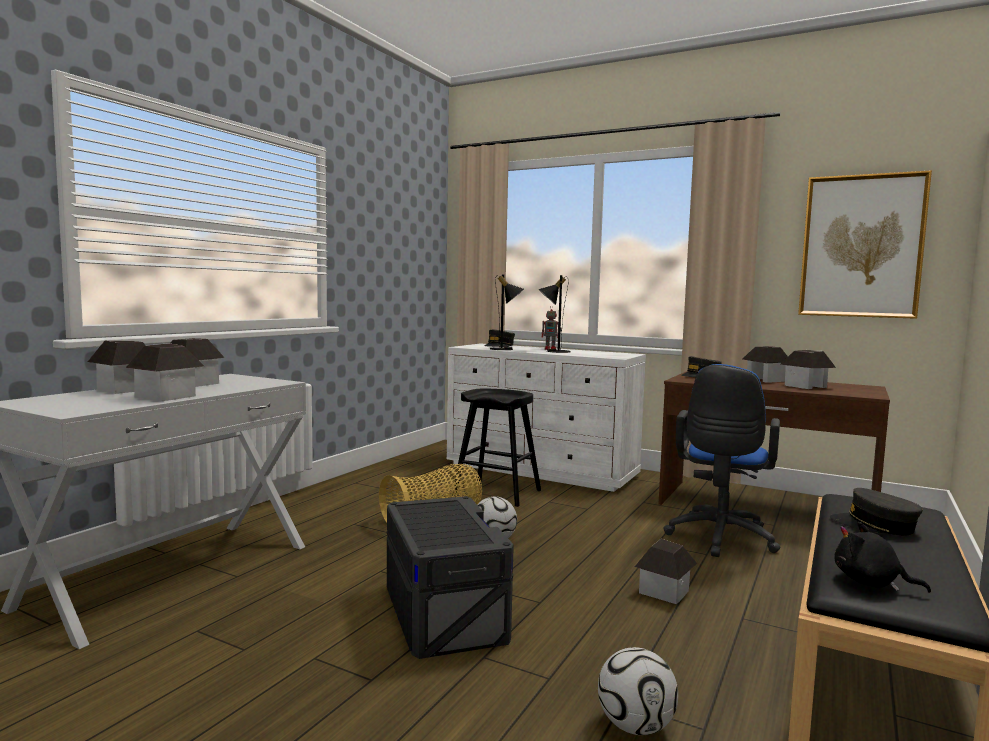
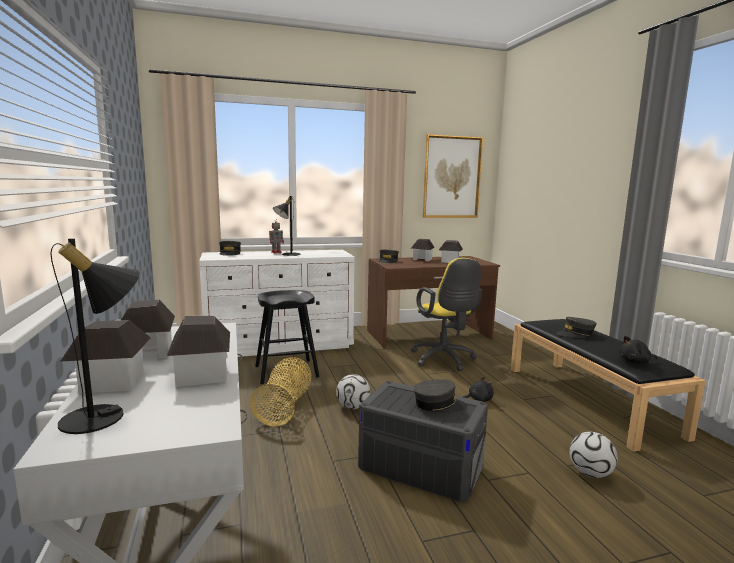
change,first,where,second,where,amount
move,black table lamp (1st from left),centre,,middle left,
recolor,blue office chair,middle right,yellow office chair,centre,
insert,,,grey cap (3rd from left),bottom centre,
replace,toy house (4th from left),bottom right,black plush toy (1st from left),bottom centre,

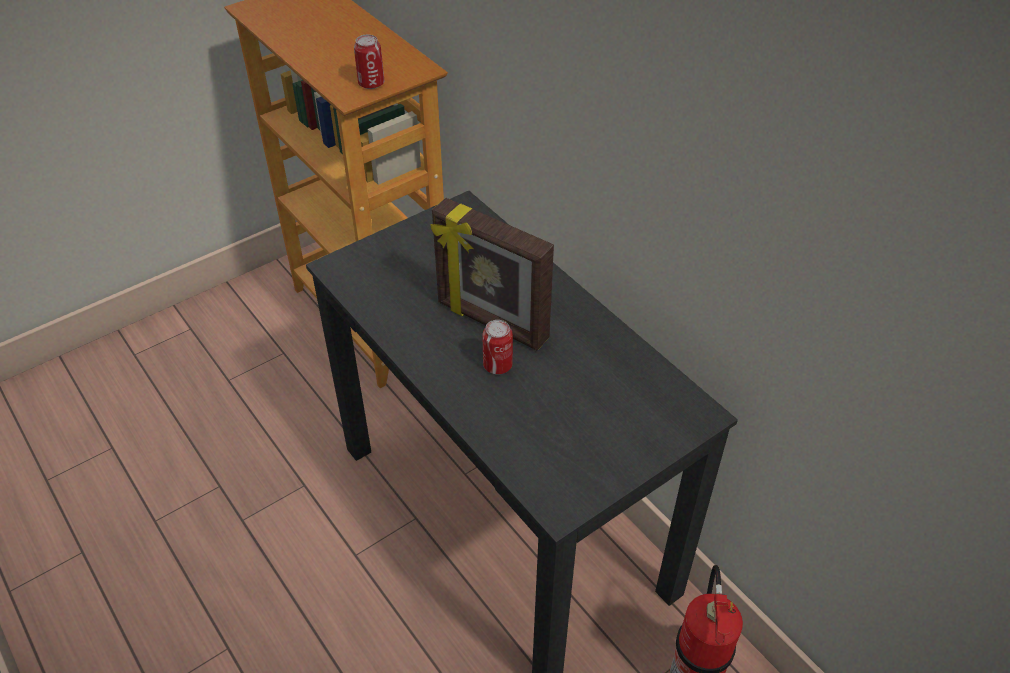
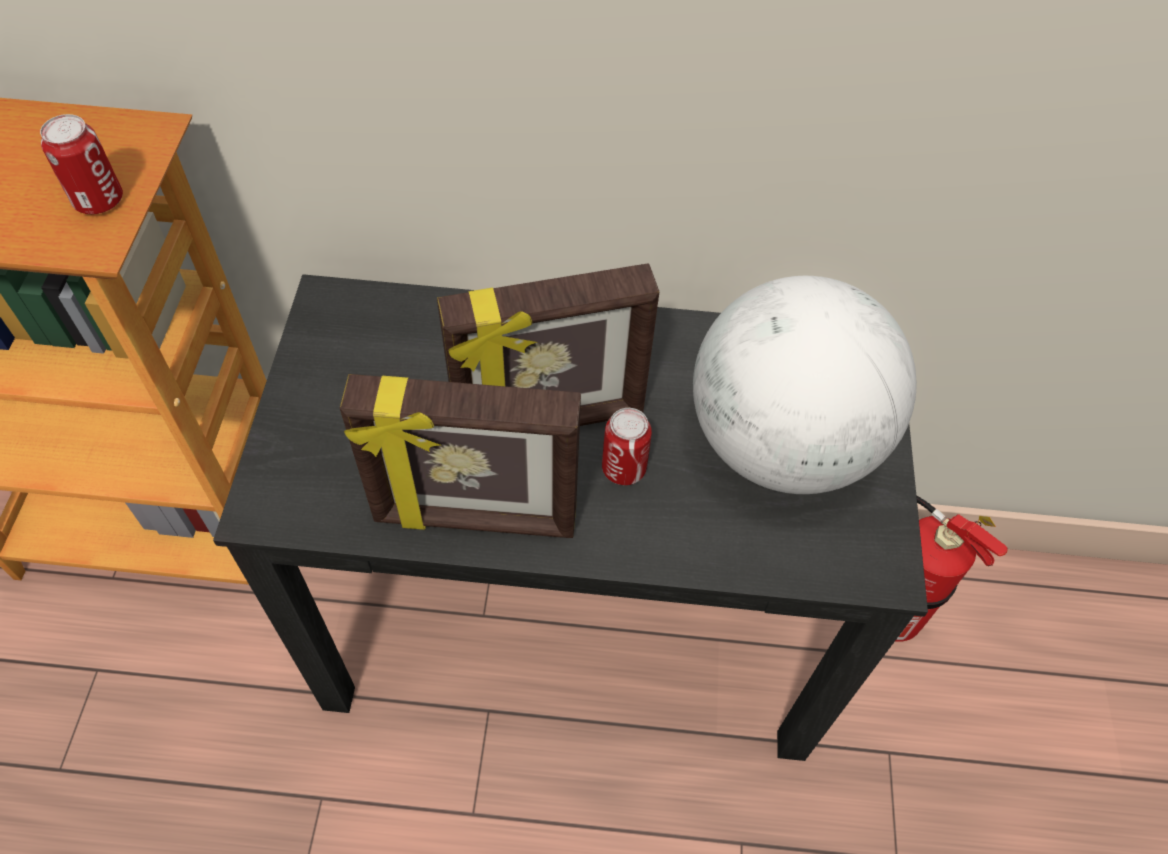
change,first,where,second,where,amount
insert,,,picture frame (1st from left),centre,
insert,,,globe,middle right,

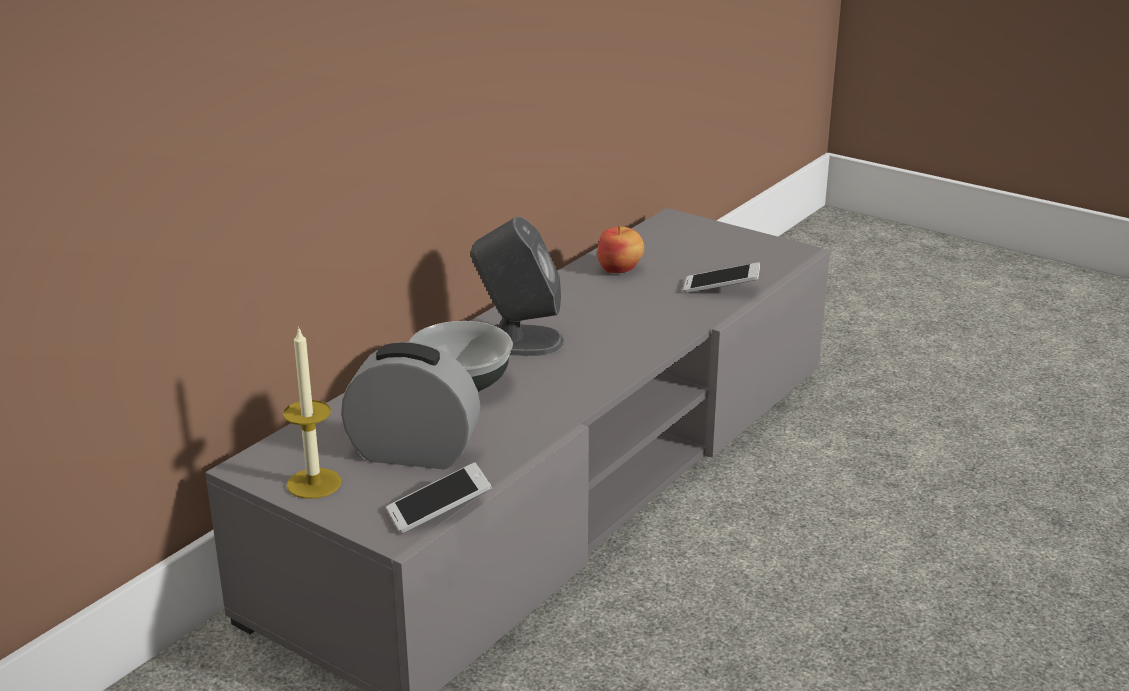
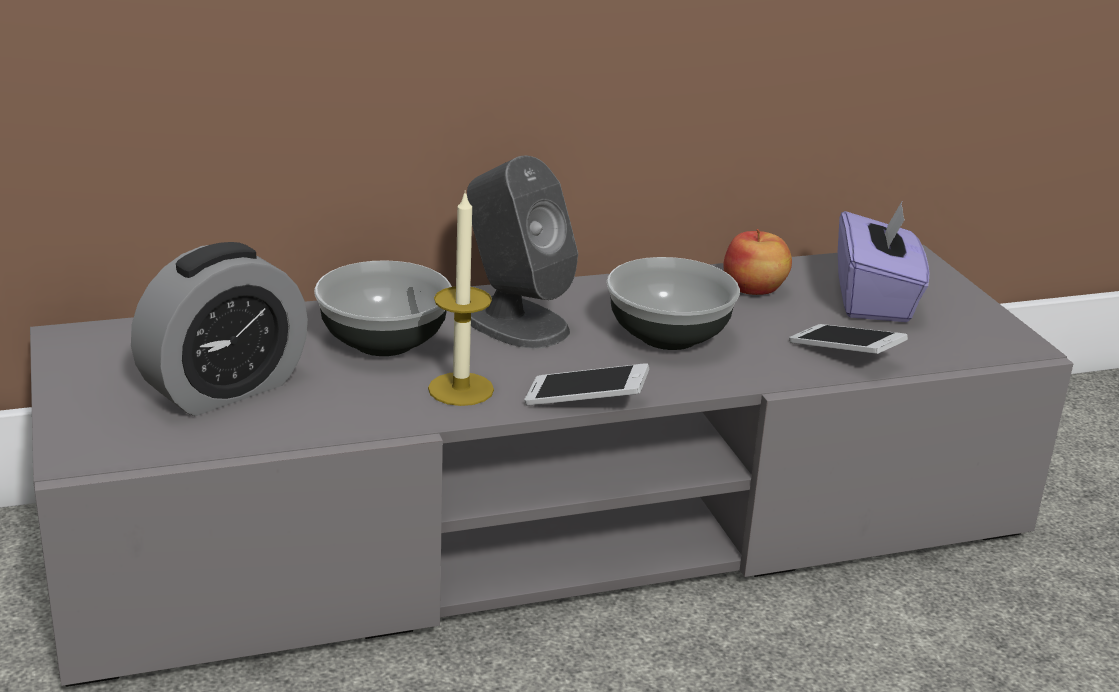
change,first,where,second,where,amount
rotate,alarm clock,centre,,middle left,90 degrees clockwise
move,candle,middle left,,centre,
move,phone (1st from left),bottom centre,,centre,
insert,,,bowl (2nd from left),centre,
insert,,,purple tissue box,middle right,

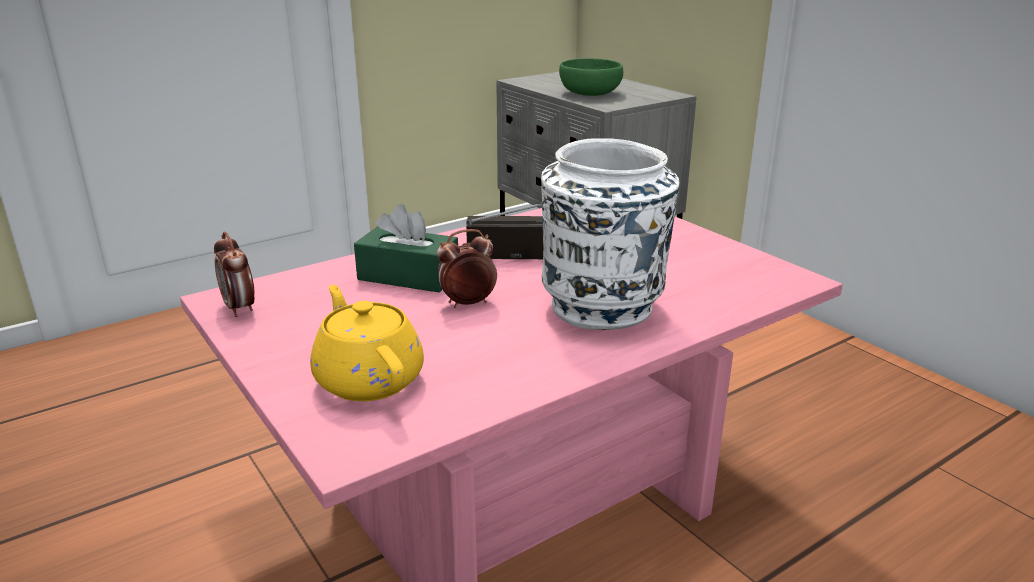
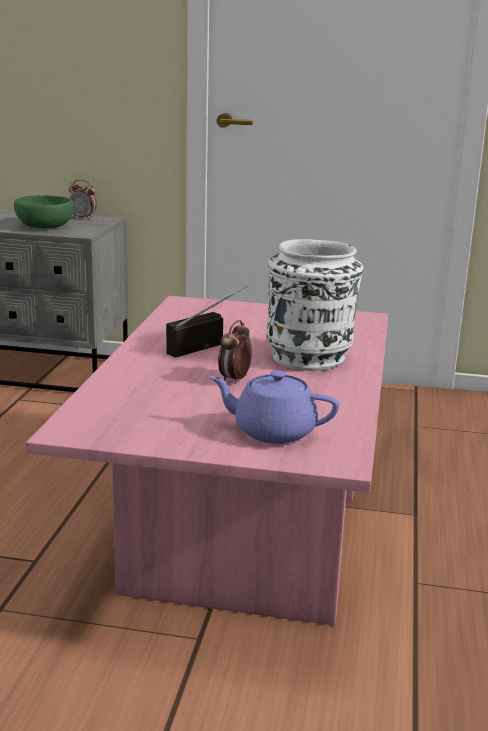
change,first,where,second,where,amount
move,alarm clock (1st from left),middle left,,top left,
recolor,yellow teapot,centre,purple teapot,centre,
delete,green tissue box,centre,,,

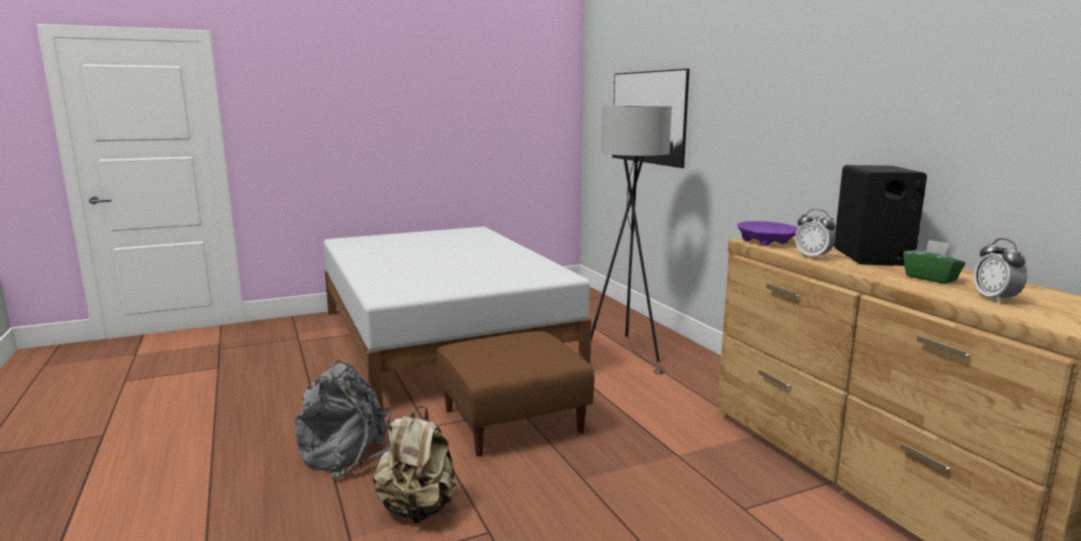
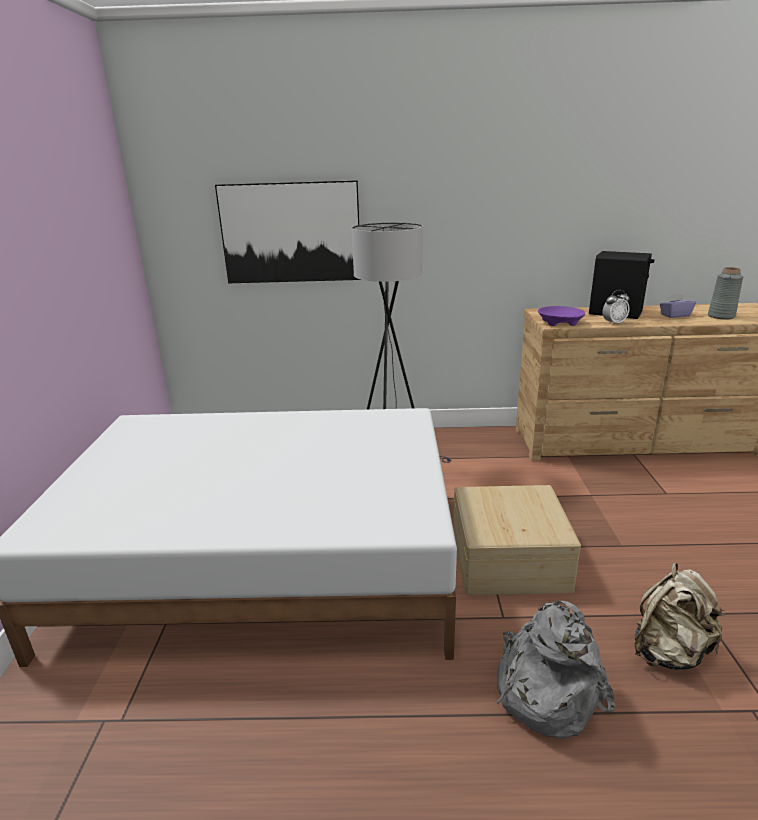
change,first,where,second,where,amount
replace,brown ottoman,bottom centre,beige storage box,middle right,
recolor,green tissue box,middle right,purple tissue box,middle right,
replace,alarm clock (2nd from left),middle right,grey vase,middle right,

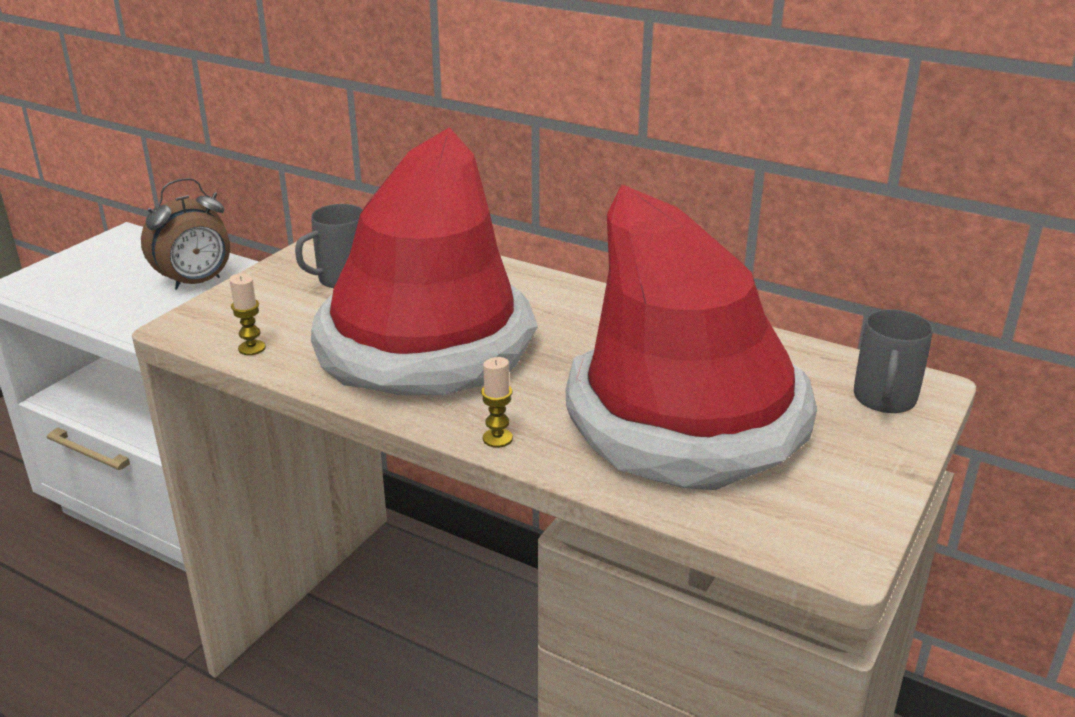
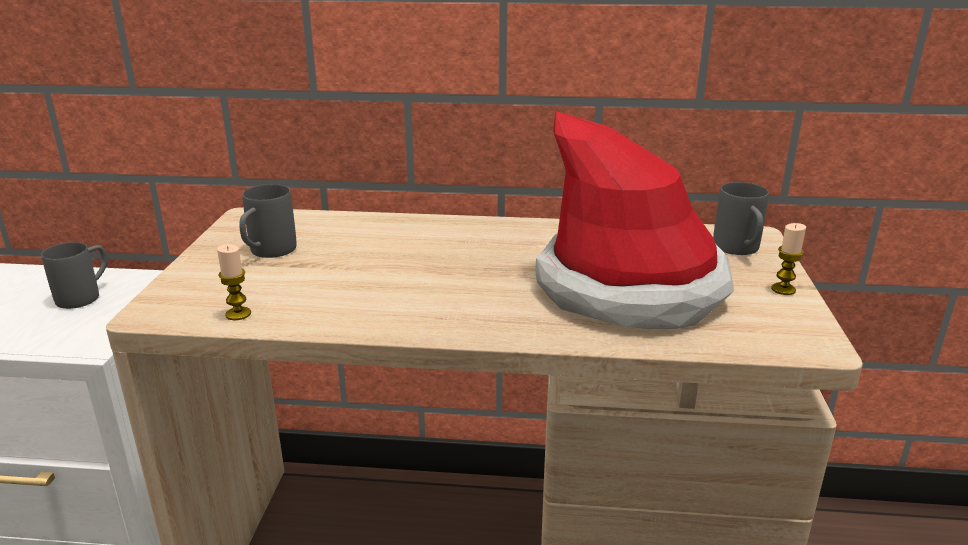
change,first,where,second,where,amount
replace,alarm clock,top left,grey mug (1st from left),middle left,
move,candle (2nd from left),centre,,middle right,
delete,hat (1st from left),centre,,,

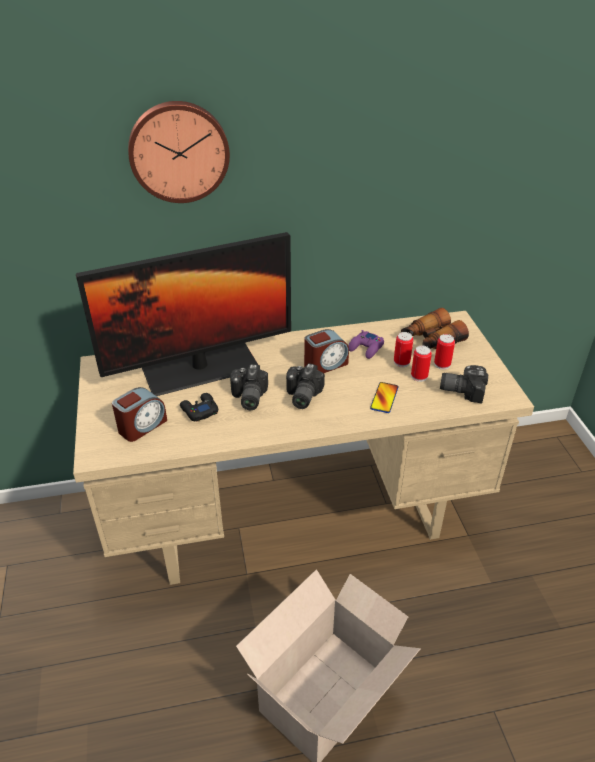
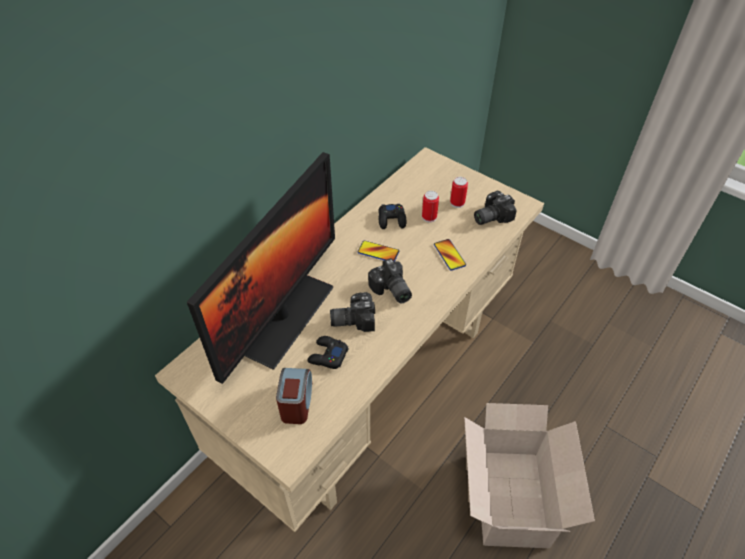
change,first,where,second,where,amount
rotate,photo camera (1st from left),centre,,centre,120 degrees clockwise
replace,alarm clock (2nd from left),centre,phone (1st from left),centre,
recolor,purple game controller,centre,black game controller (2nd from left),centre,
delete,wall clock,top left,,,
delete,binoculars,middle right,,,
delete,can (2nd from left),middle right,,,

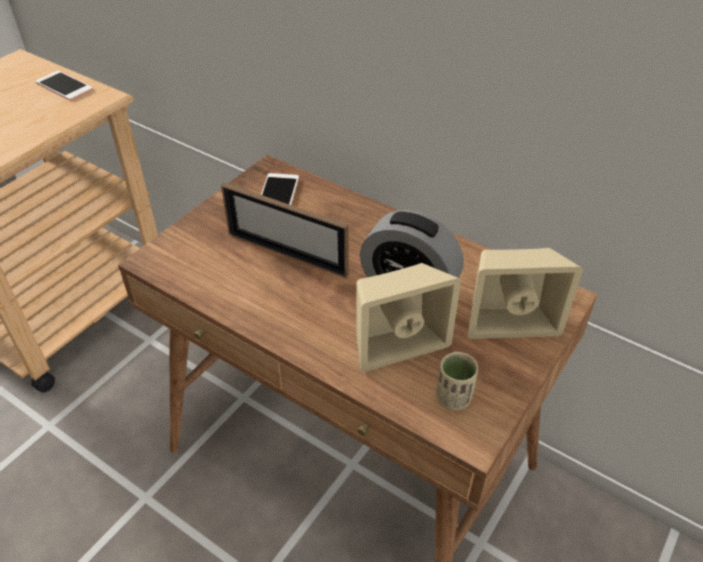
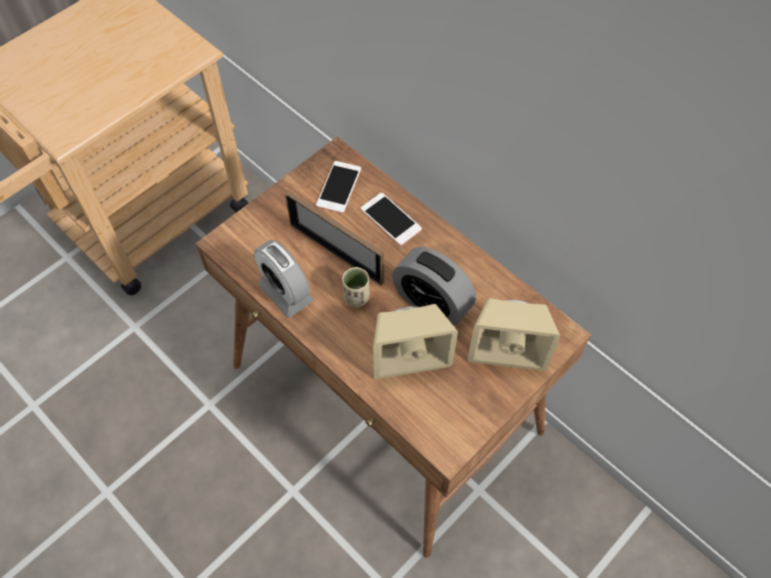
change,first,where,second,where,amount
insert,,,alarm clock (1st from left),centre,
move,beige cup,bottom centre,,centre,
move,phone (1st from left in the first image),top left,phone (2nd from left),centre,

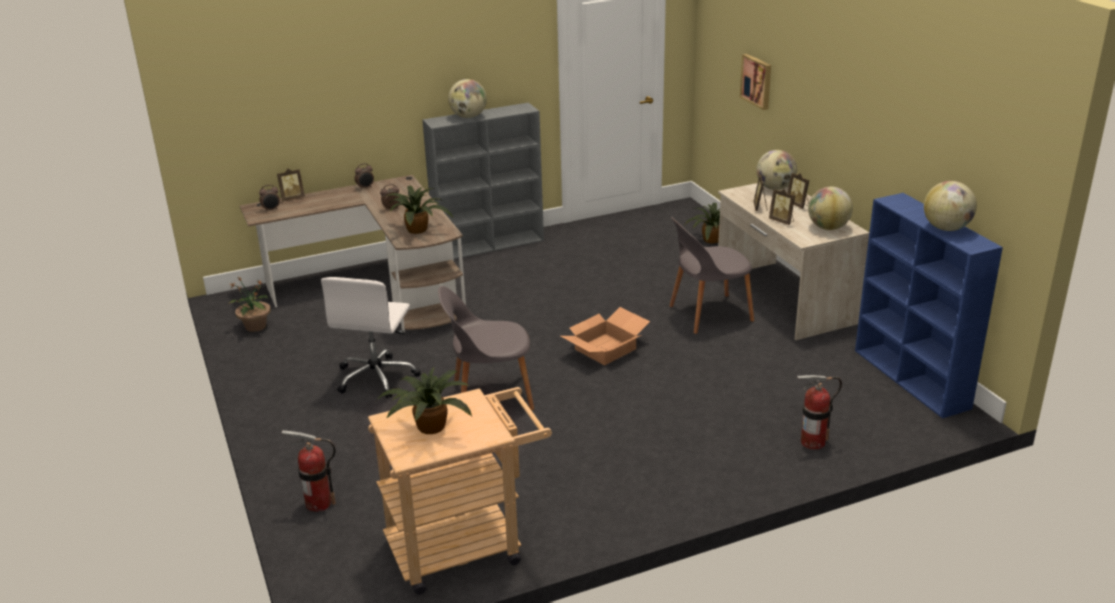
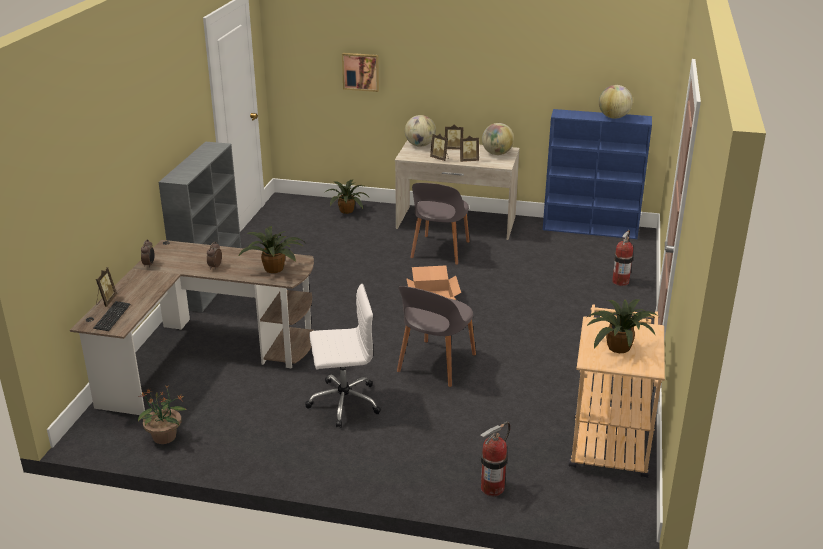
change,first,where,second,where,amount
replace,alarm clock (1st from left),top left,keyboard,middle left,
rotate,white office chair,middle left,,centre,60 degrees counterclockwise
delete,globe (1st from left),top centre,,,

